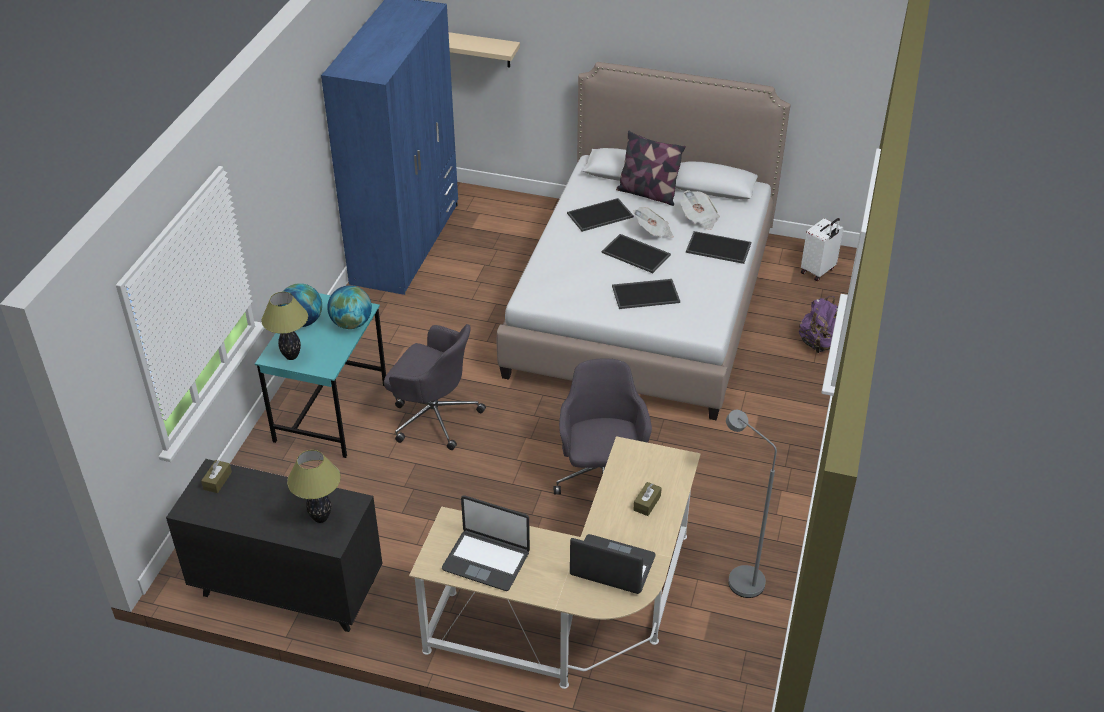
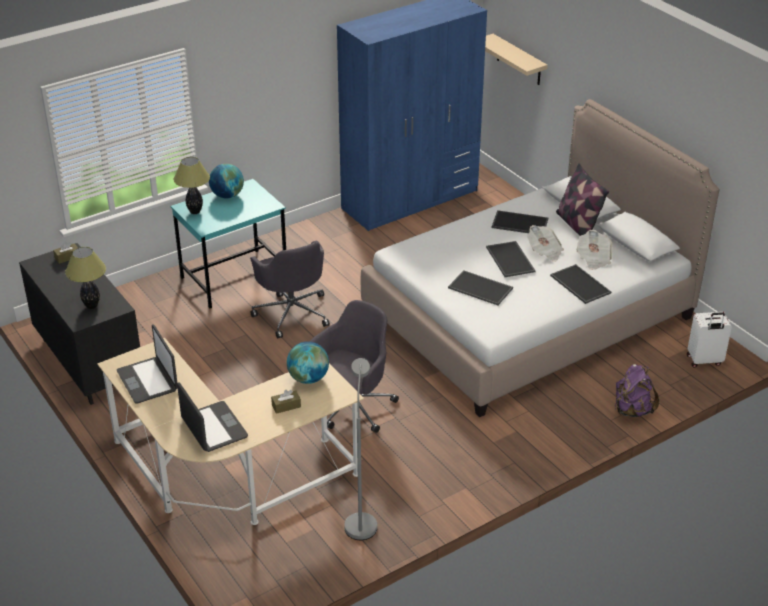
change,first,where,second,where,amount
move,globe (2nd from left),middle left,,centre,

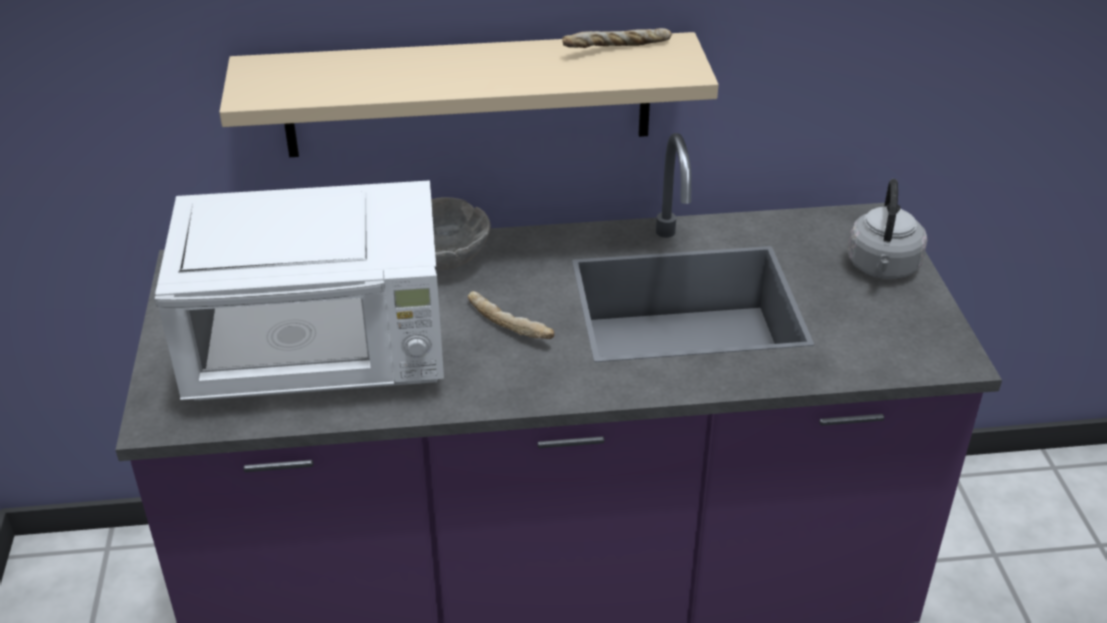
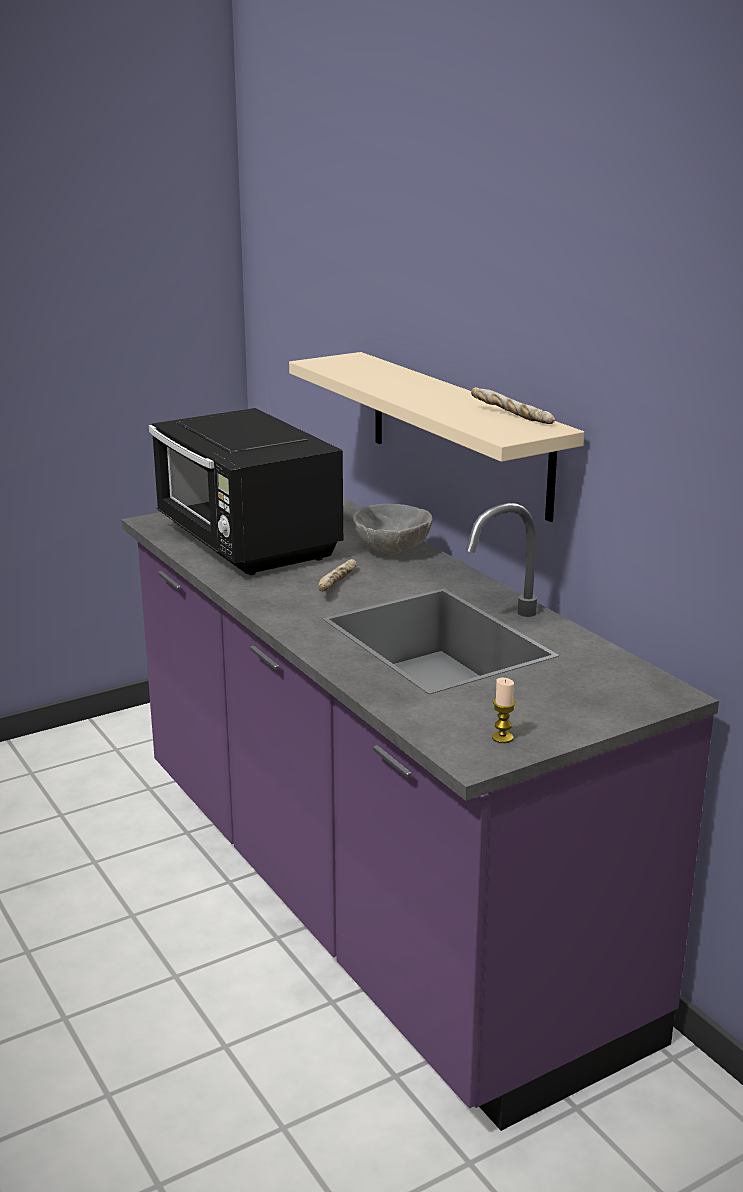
change,first,where,second,where,amount
recolor,white microwave,middle left,black microwave,middle left,
insert,,,candle,middle right,
delete,grey kettle,middle right,,,

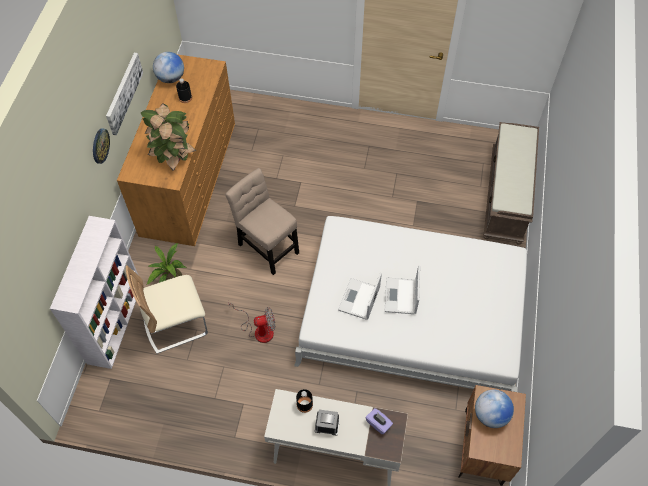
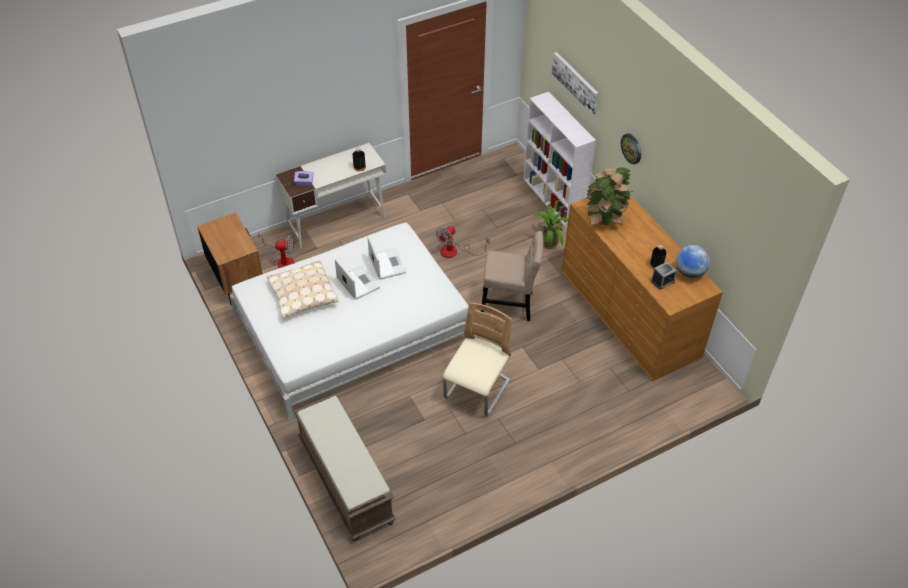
change,first,where,second,where,amount
insert,,,fan (1st from left),middle left,
insert,,,beige pillow,middle left,
move,beige chair (1st from left),middle left,,centre,
move,picture,top left,,top centre,
move,alarm clock,bottom centre,,middle right,
delete,globe (2nd from left),bottom right,,,

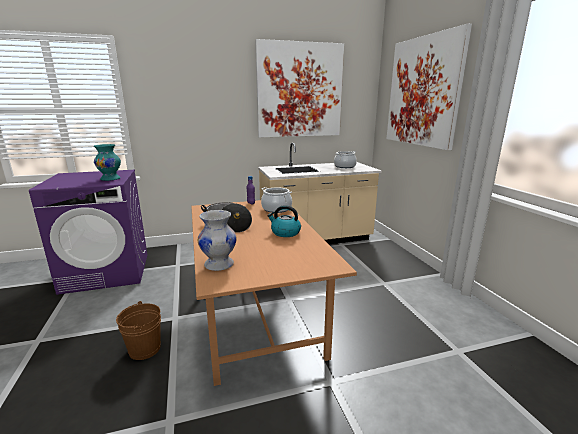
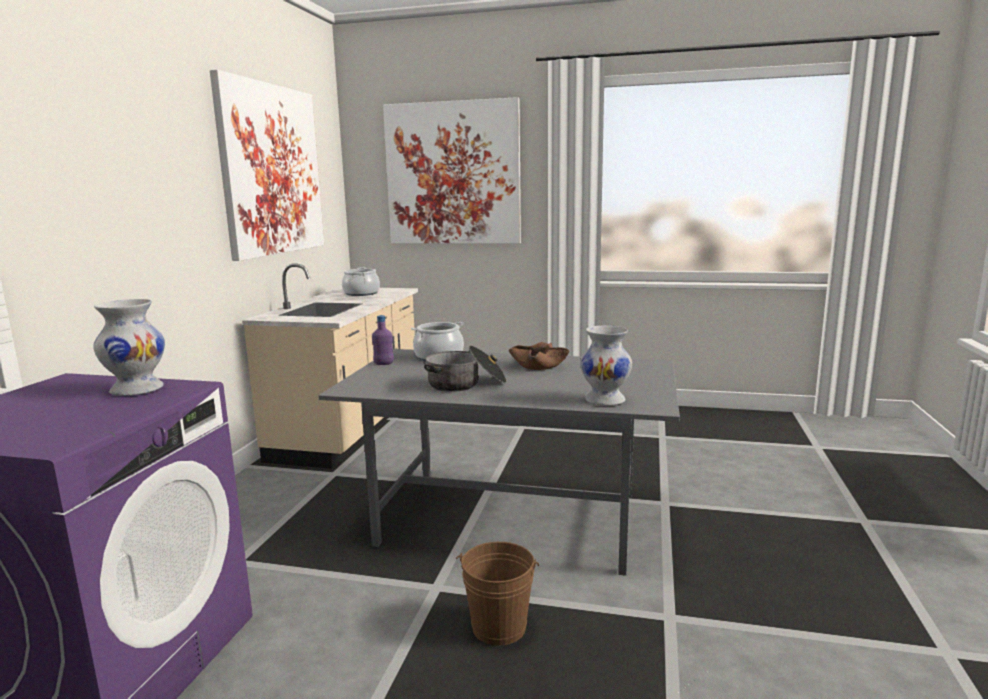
change,first,where,second,where,amount
recolor,turquoise vase,middle left,white vase (1st from left),middle left,
recolor,brown dining table,bottom centre,grey dining table,centre,
replace,kettle,centre,brown bowl,centre,

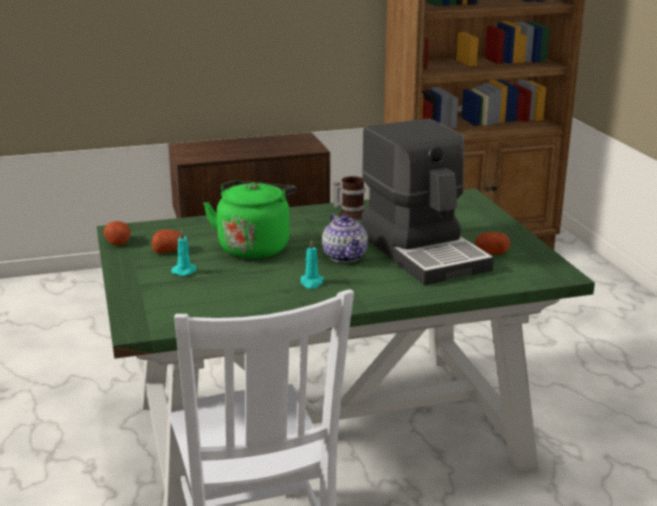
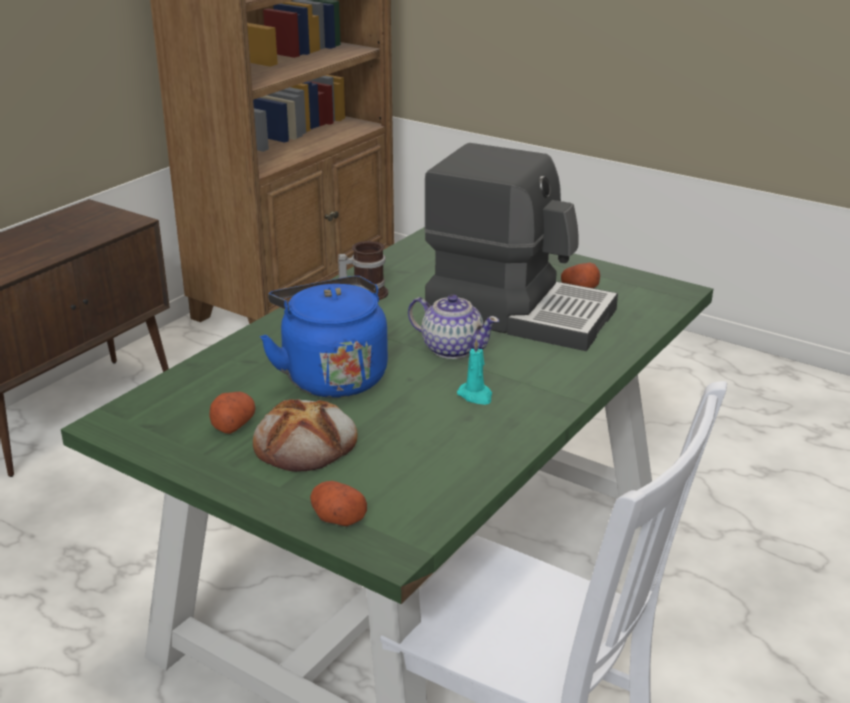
change,first,where,second,where,amount
replace,turquoise candle (1st from left),middle left,bread,centre,
recolor,green kettle,centre,blue kettle,centre,
move,potato (1st from left in the first image),middle left,potato (2nd from left),bottom centre,

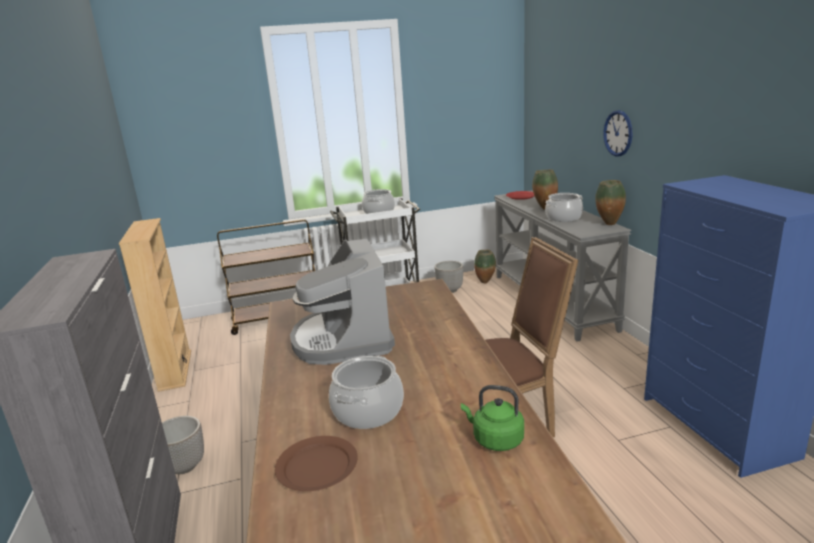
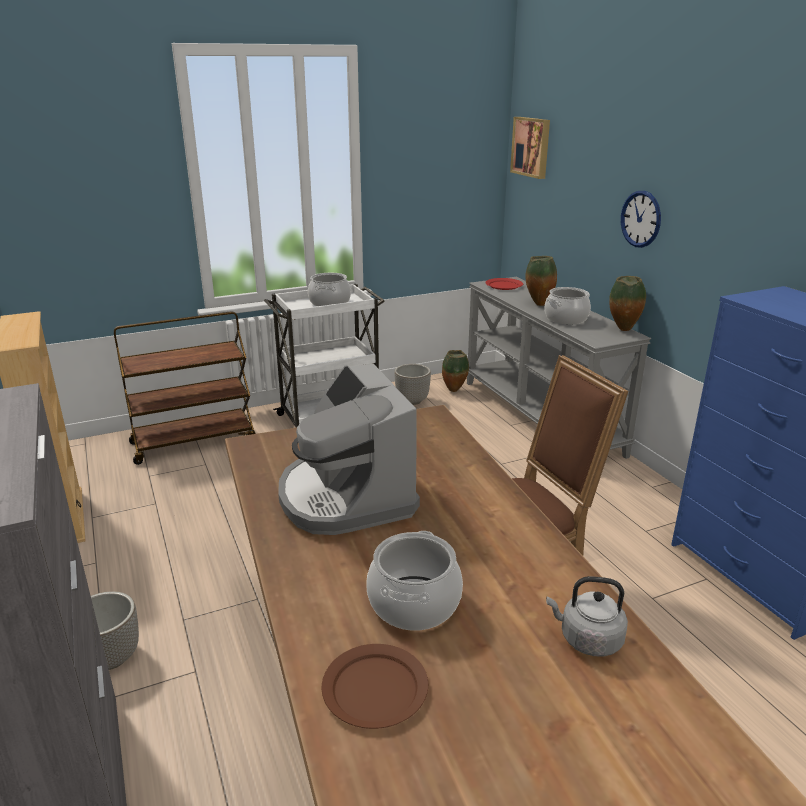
change,first,where,second,where,amount
insert,,,picture,top centre,
recolor,green kettle,bottom centre,grey kettle,bottom right,

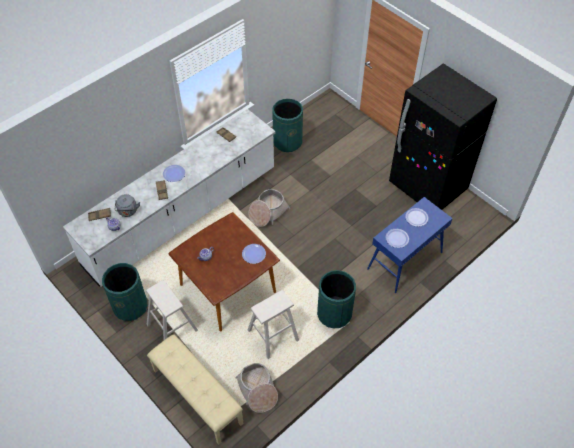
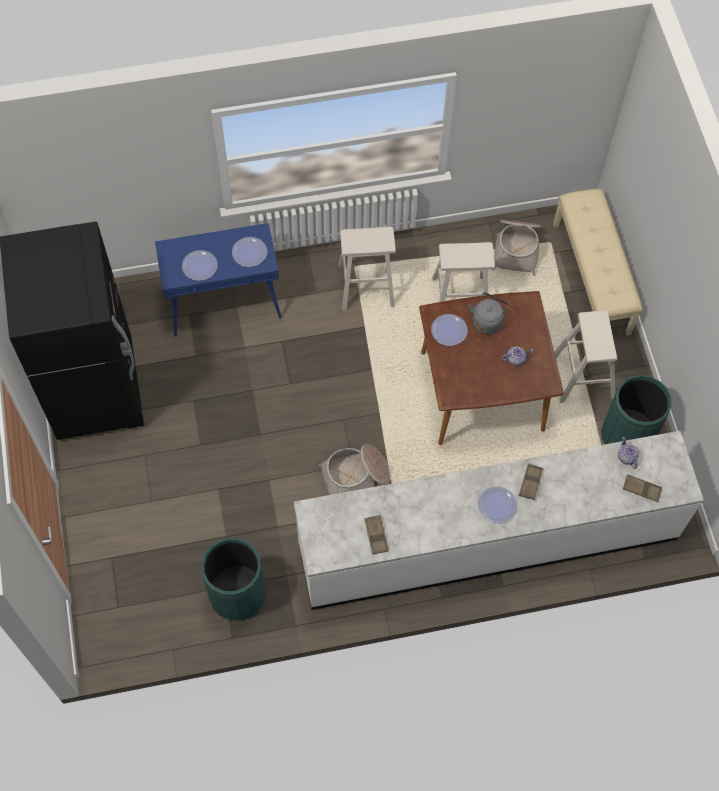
change,first,where,second,where,amount
replace,green trash can (3rd from left),bottom centre,beige stool (1st from left),centre,
move,grey kettle,middle left,,middle right,

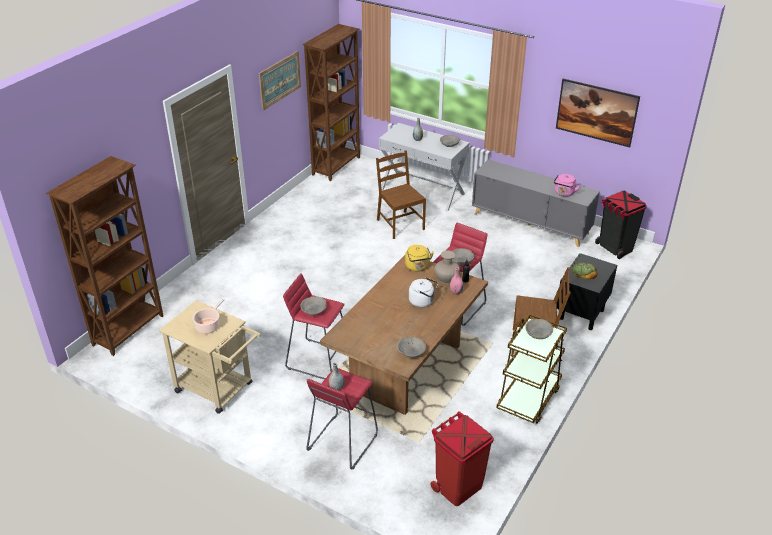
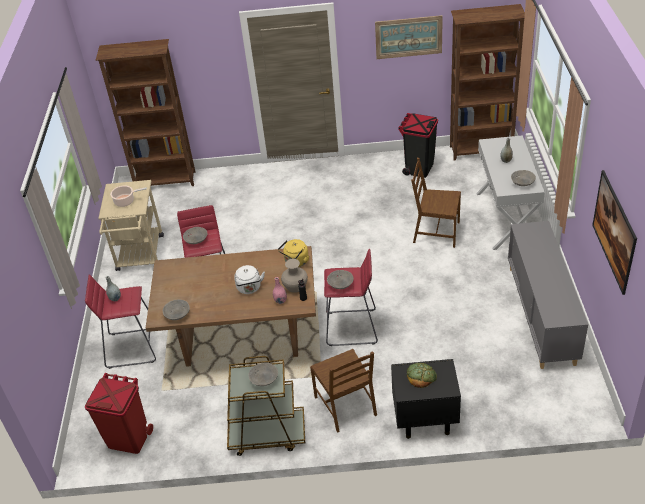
change,first,where,second,where,amount
move,black trash can,middle right,,top centre,
rotate,brown chair (1st from left in the first image),centre,brown chair (2nd from left),middle right,105 degrees counterclockwise
delete,pink kettle,middle right,,,

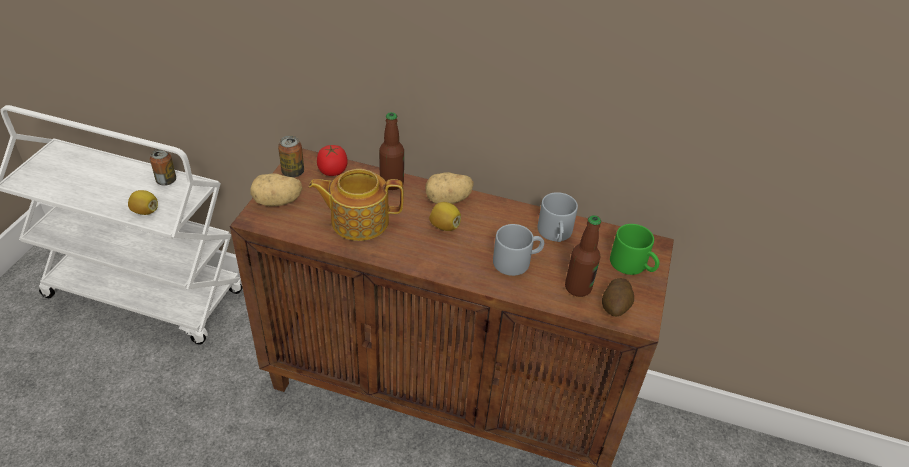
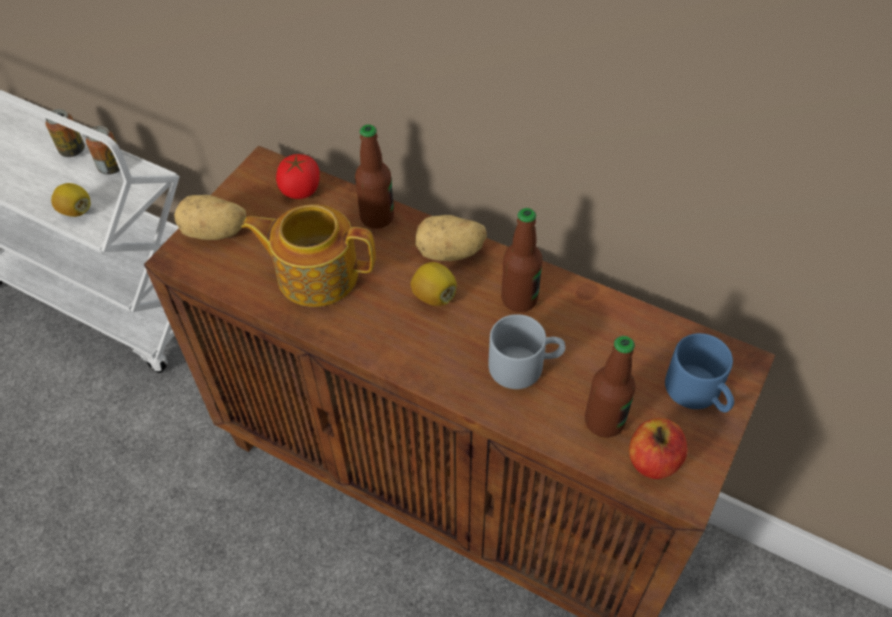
change,first,where,second,where,amount
move,can (2nd from left in the first image),middle left,can (1st from left),top left,
insert,,,bottle (2nd from left),centre,
replace,potato (3rd from left),middle right,apple,bottom right,
recolor,green mug,middle right,blue mug,middle right,
delete,grey mug (2nd from left),centre,,,

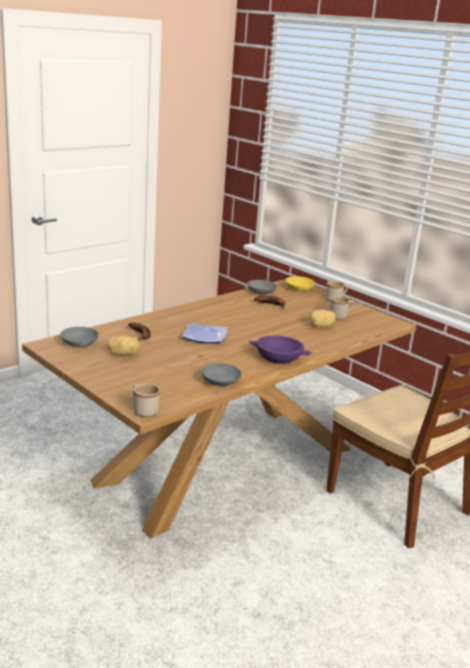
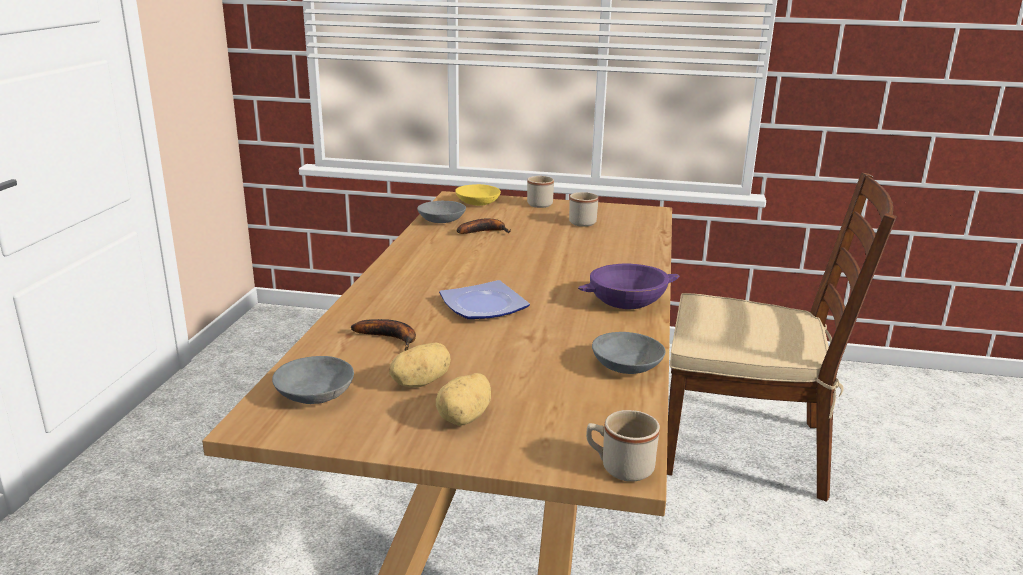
change,first,where,second,where,amount
move,potato (2nd from left),middle right,,bottom centre,

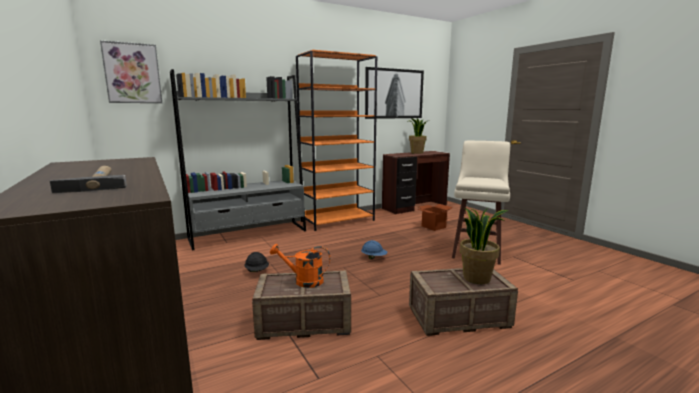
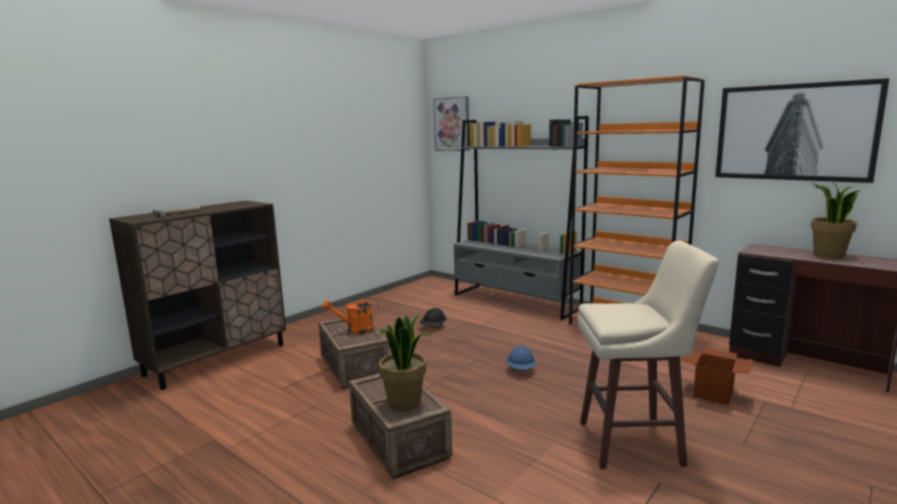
change,first,where,second,where,amount
rotate,orange watering can,bottom centre,,centre,90 degrees counterclockwise

